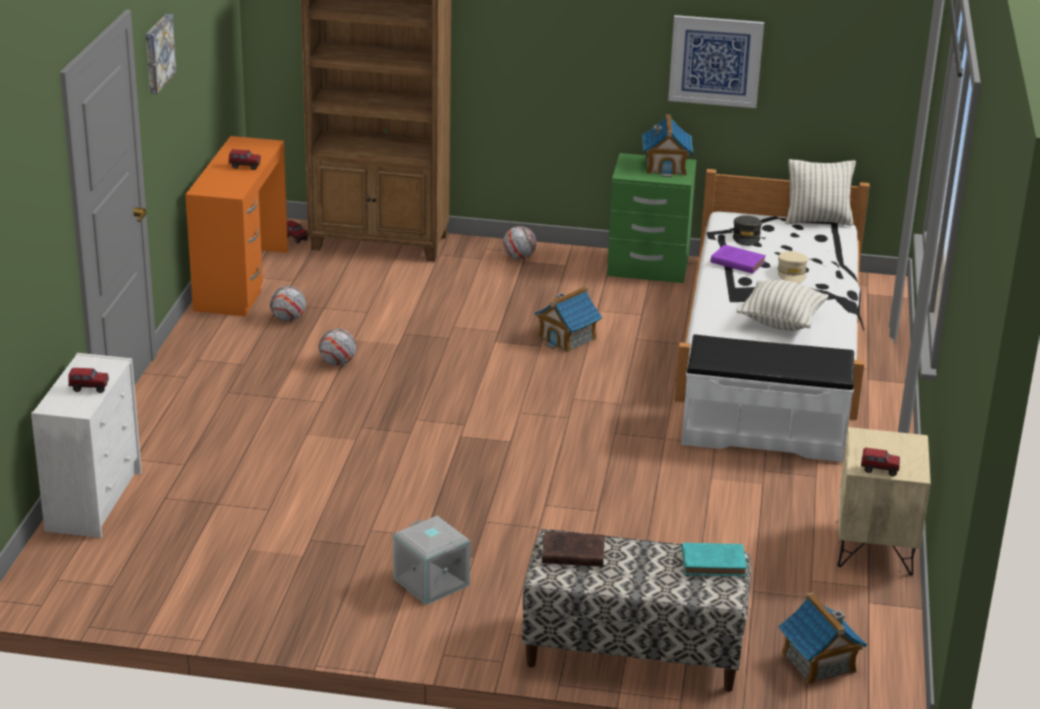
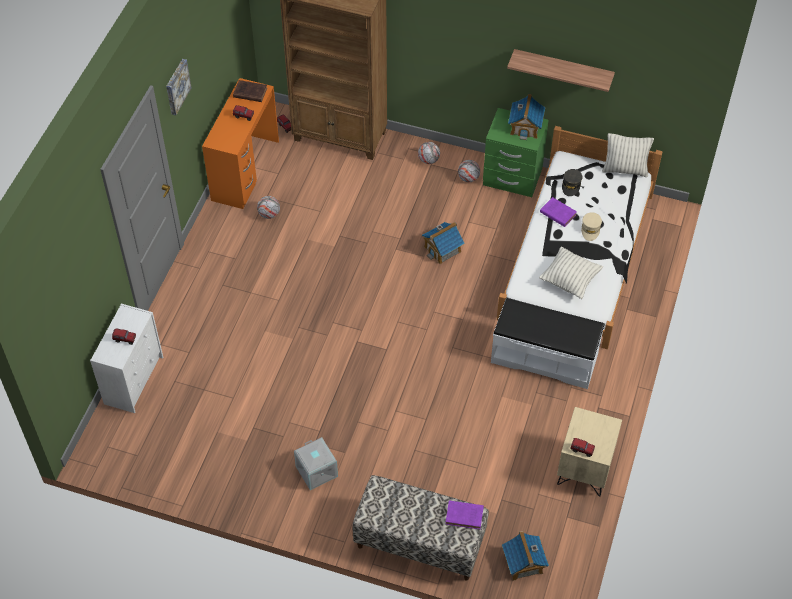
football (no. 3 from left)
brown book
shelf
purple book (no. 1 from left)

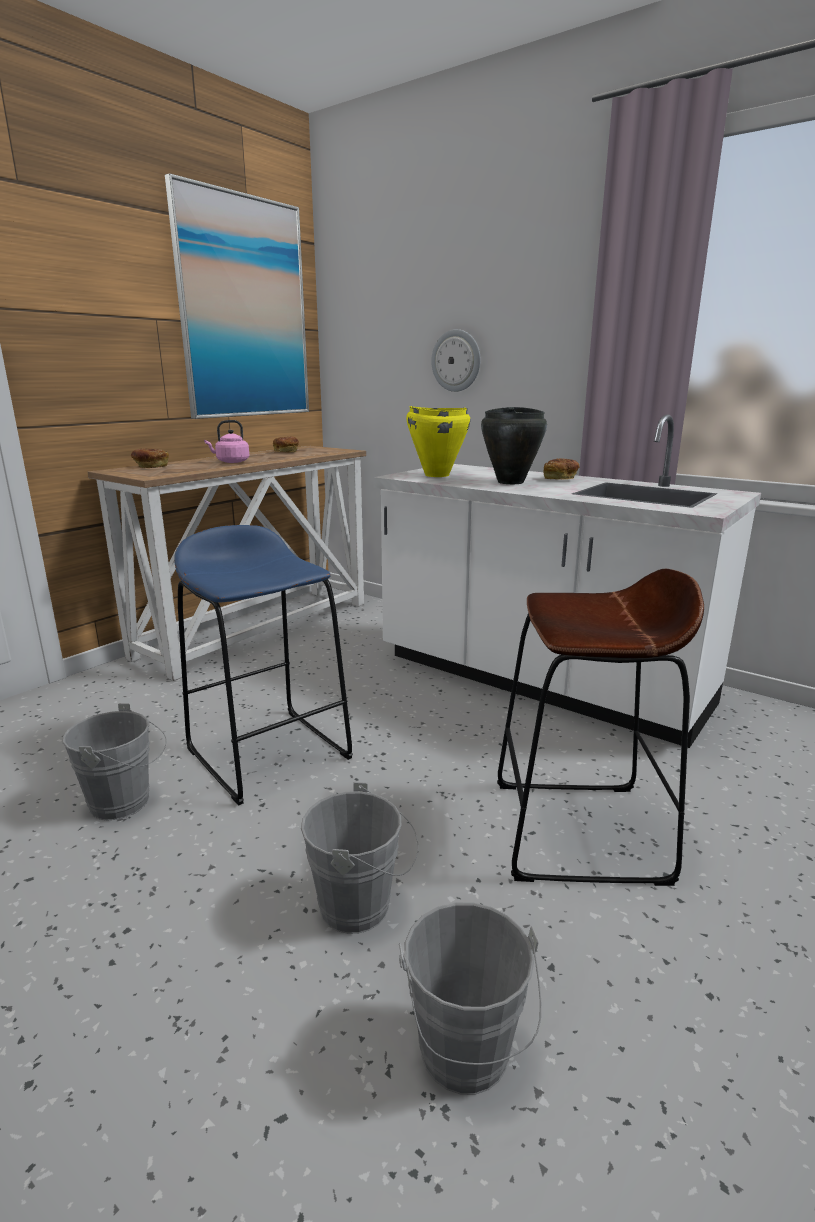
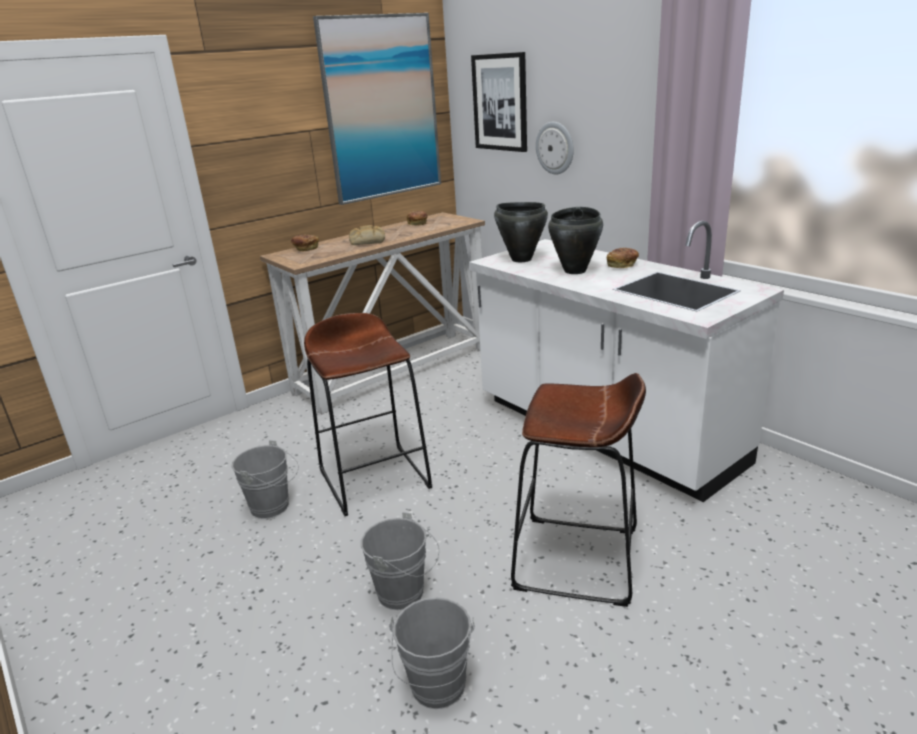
brown stool (no. 1 from left)
bread (no. 2 from left)
black cooking pot (no. 1 from left)
picture (no. 2 from left)

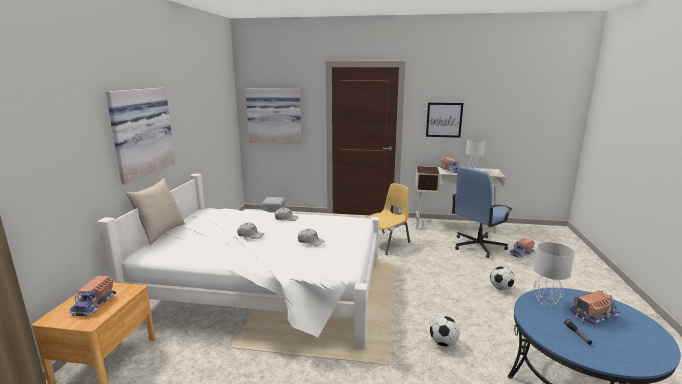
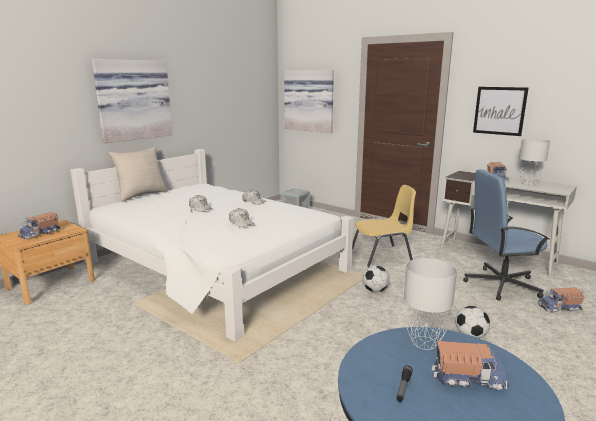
football (no. 1 from left)

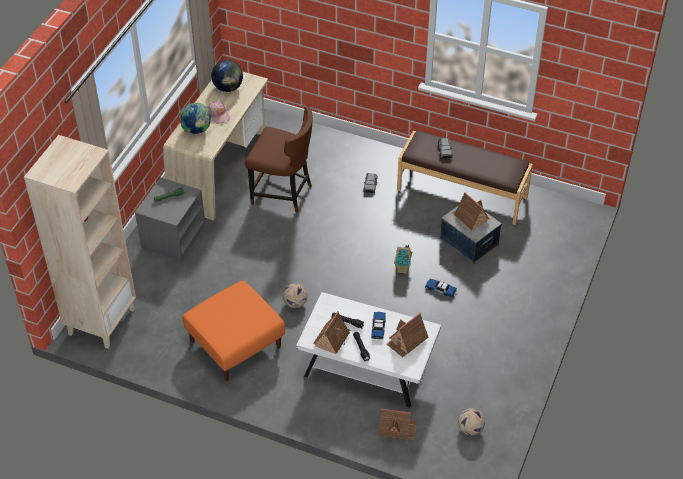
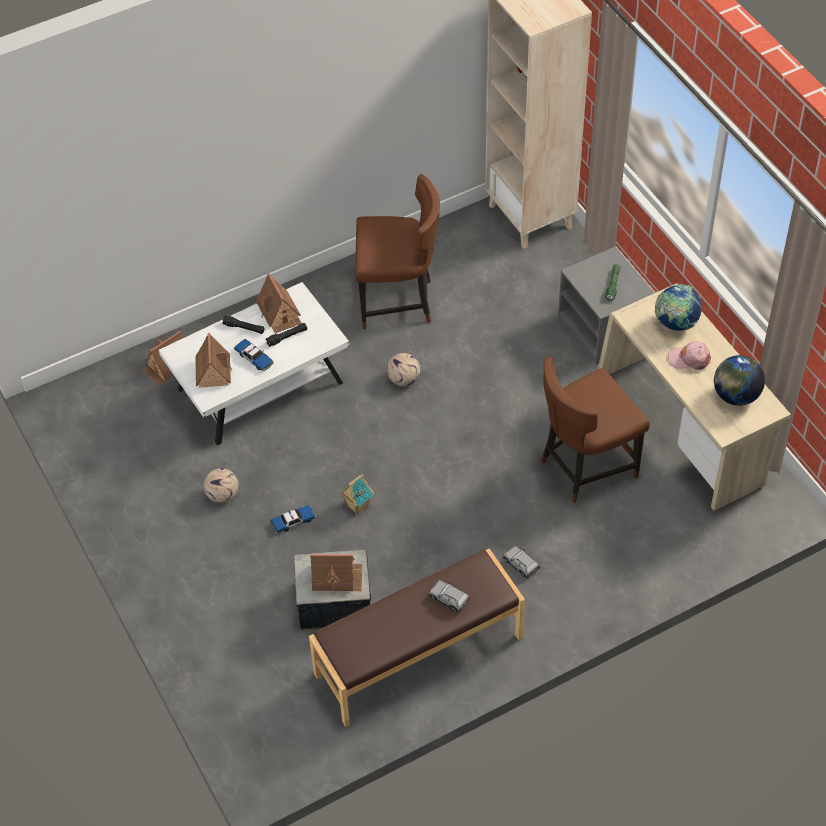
brown chair (no. 1 from left)
football (no. 1 from left)

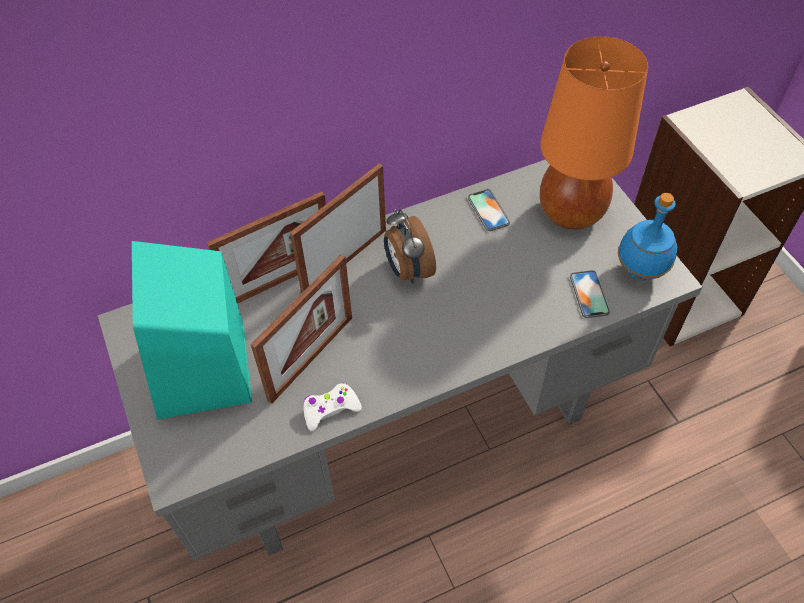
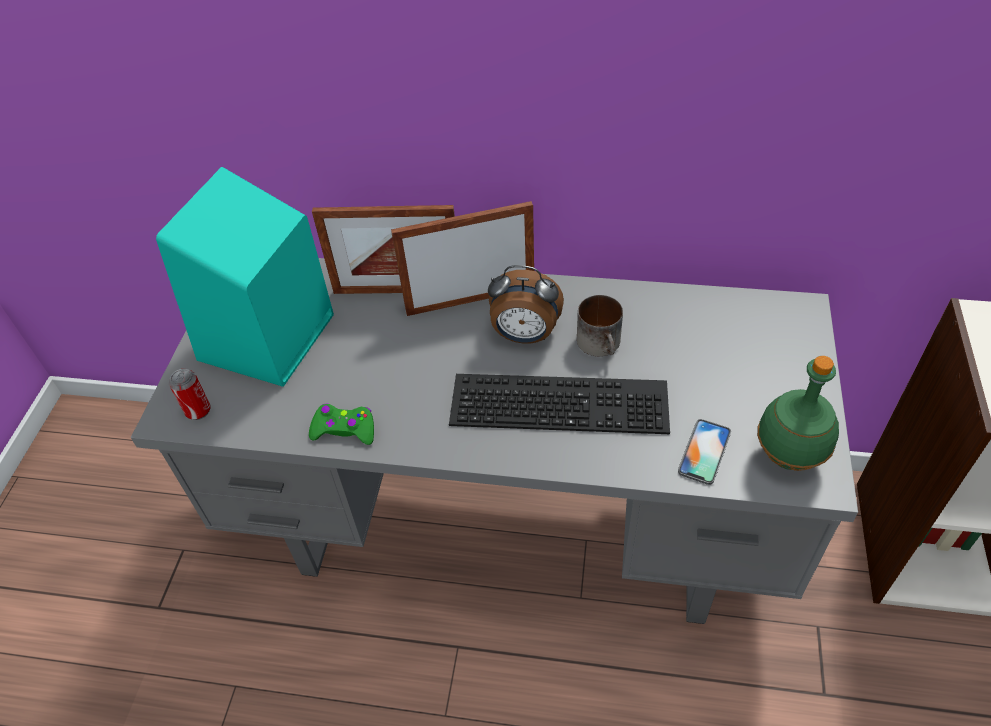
picture frame (no. 2 from left in the first image)
green game controller
alarm clock
phone (no. 1 from left in the first image)
orange table lamp
green bottle
can
keyboard
mug

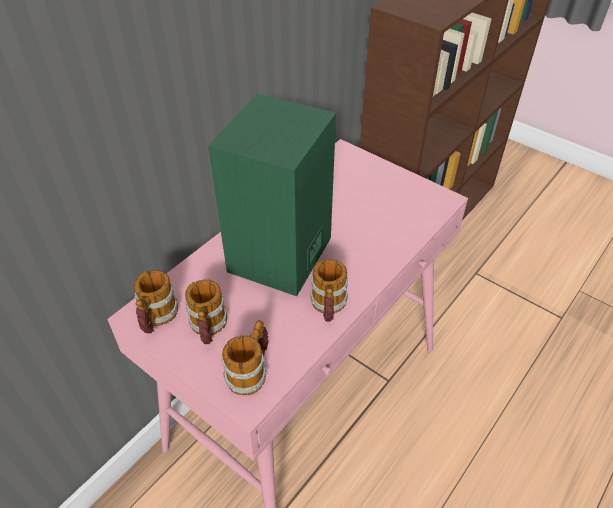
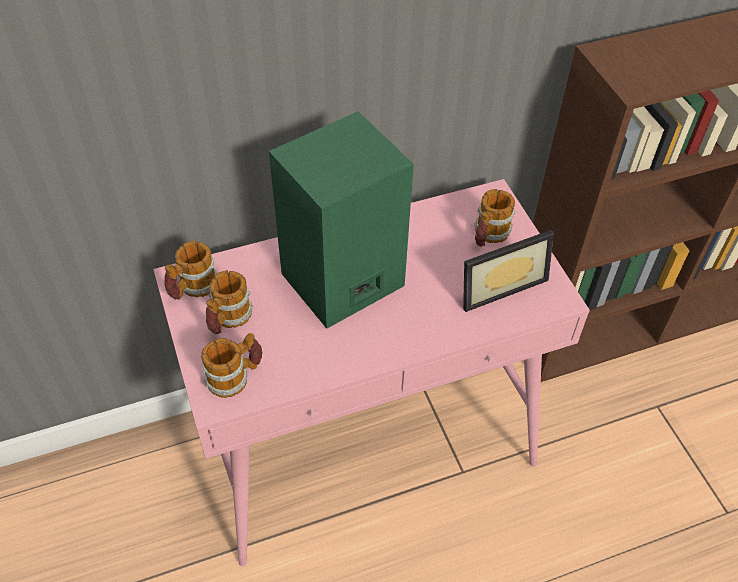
mug (no. 4 from left)
picture frame

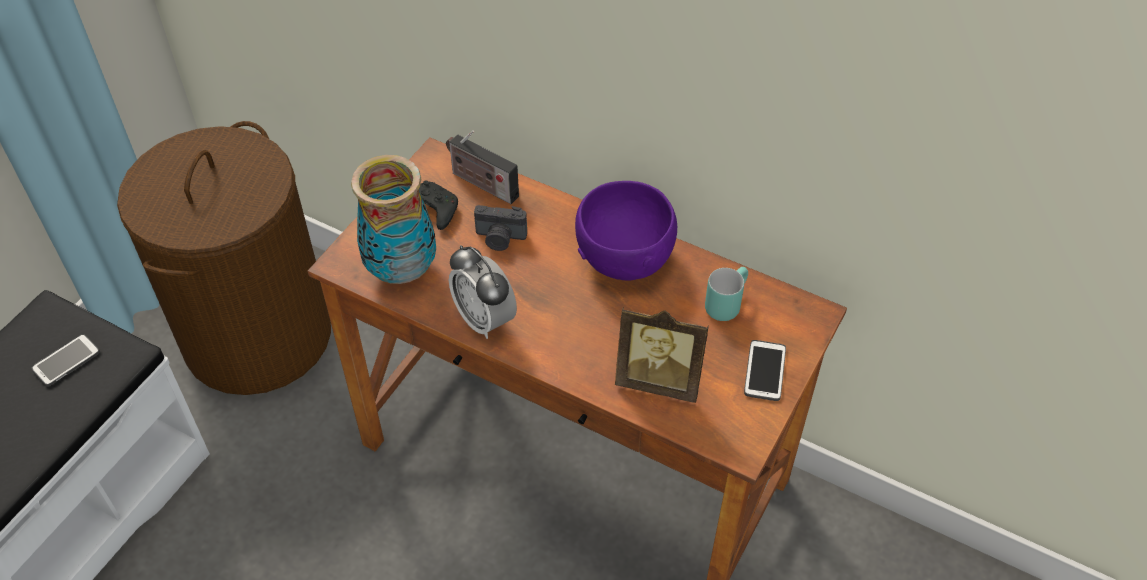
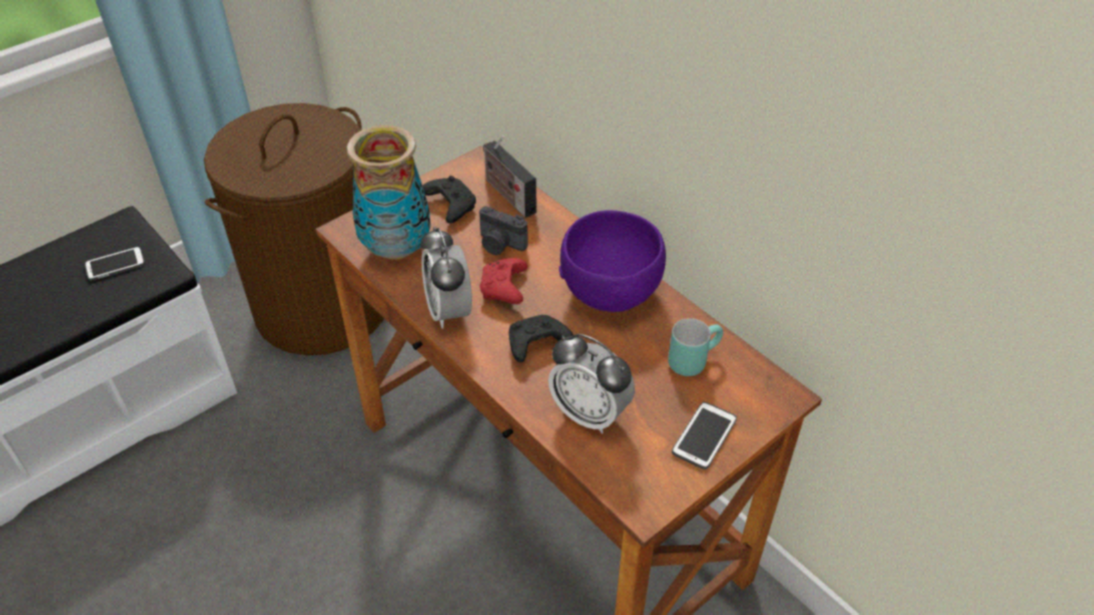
alarm clock (no. 2 from left)
red game controller
black game controller (no. 2 from left)

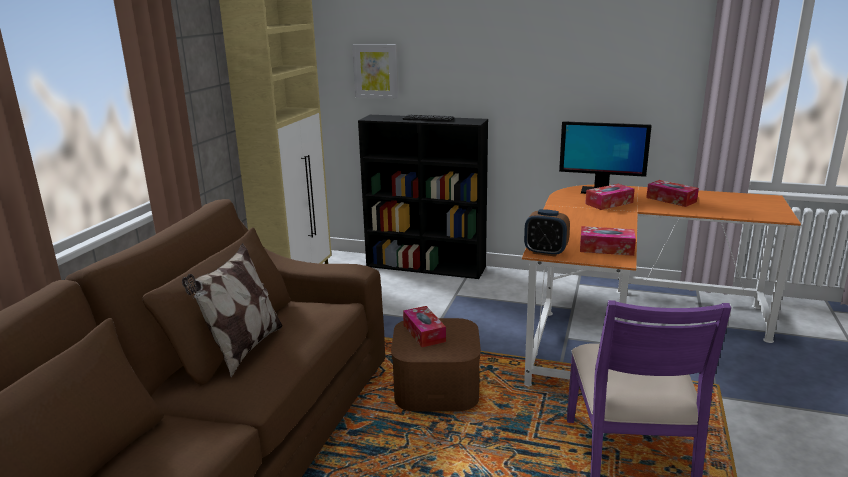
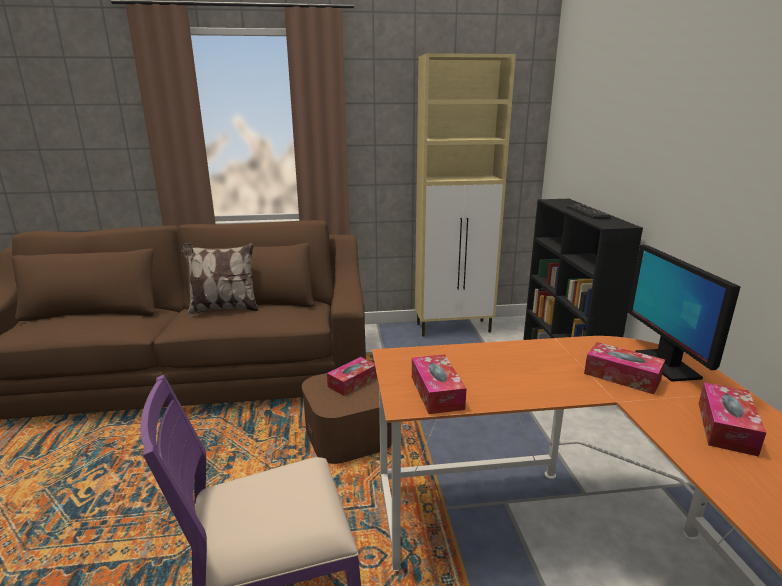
picture
alarm clock

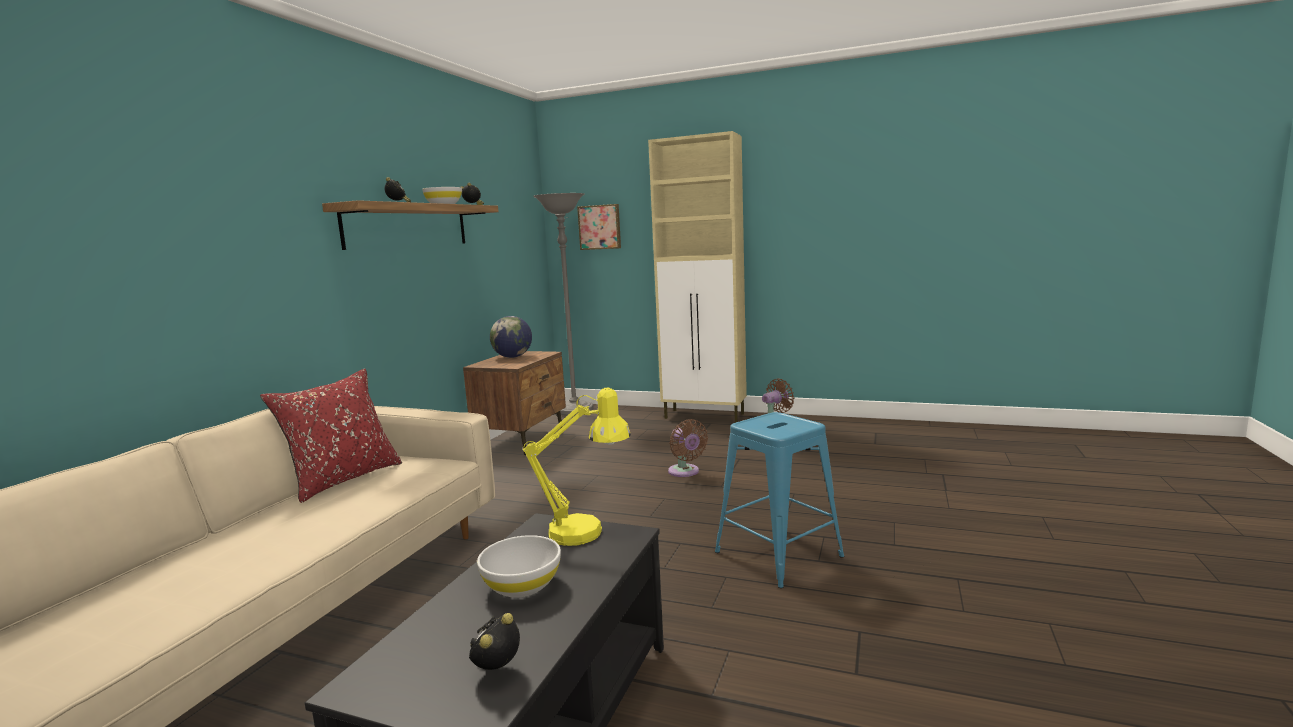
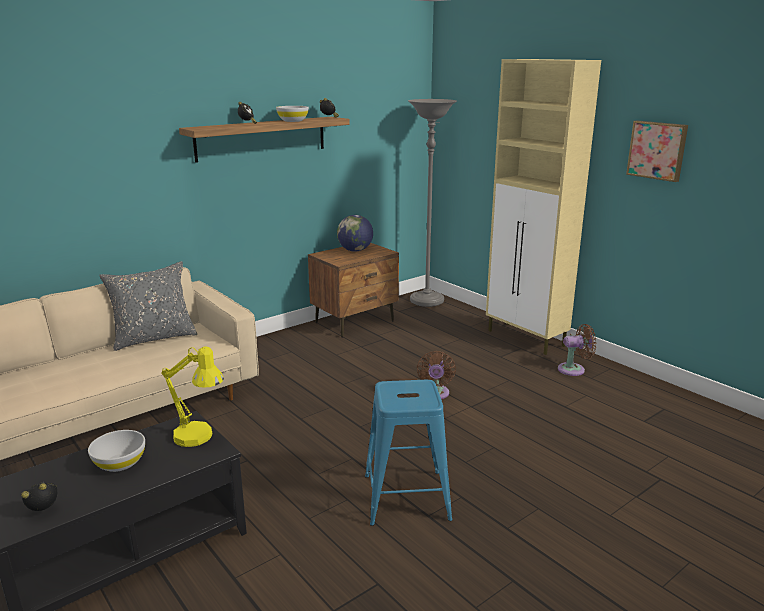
grey pillow
picture

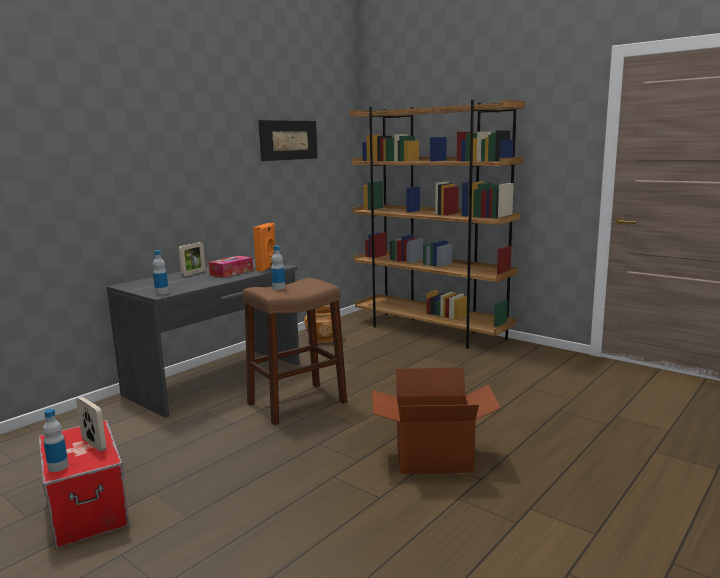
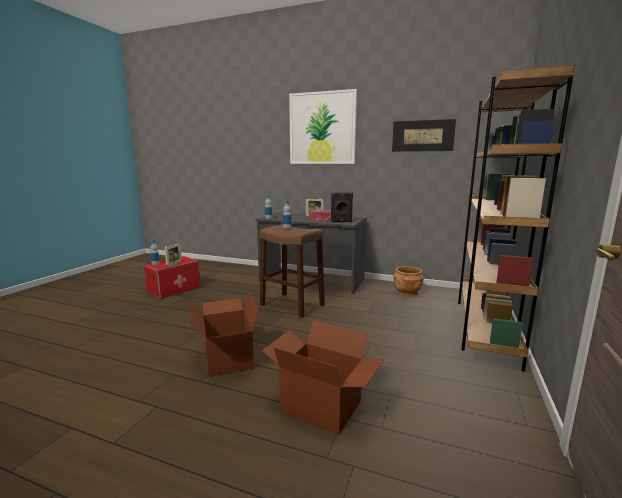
black speaker
cardboard box (no. 2 from left)
picture (no. 1 from left)

